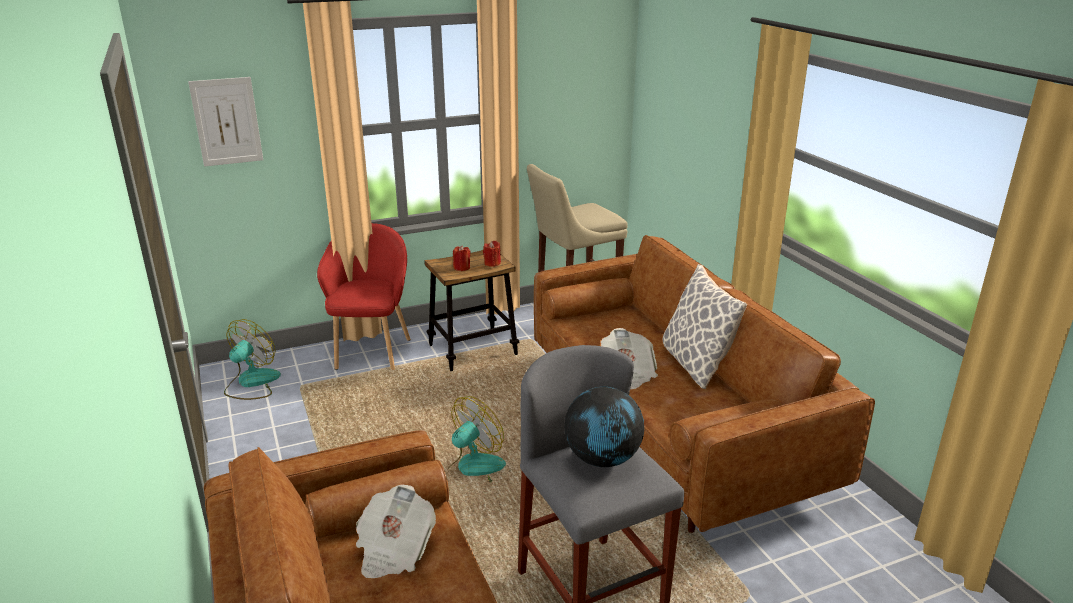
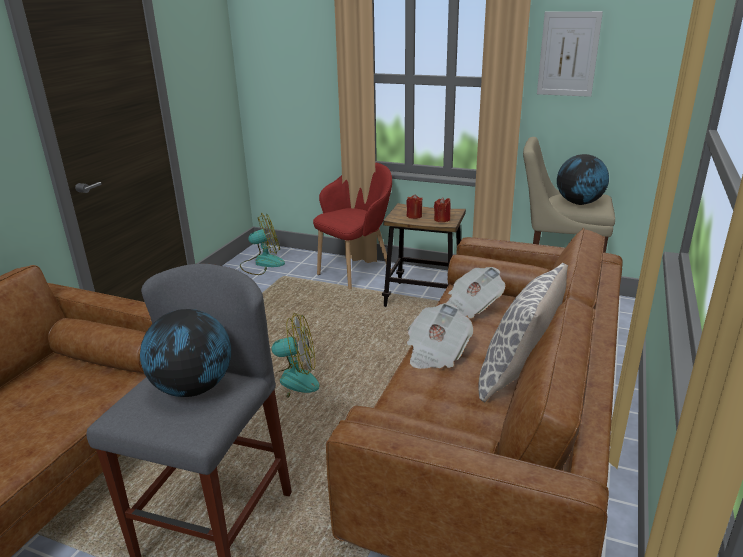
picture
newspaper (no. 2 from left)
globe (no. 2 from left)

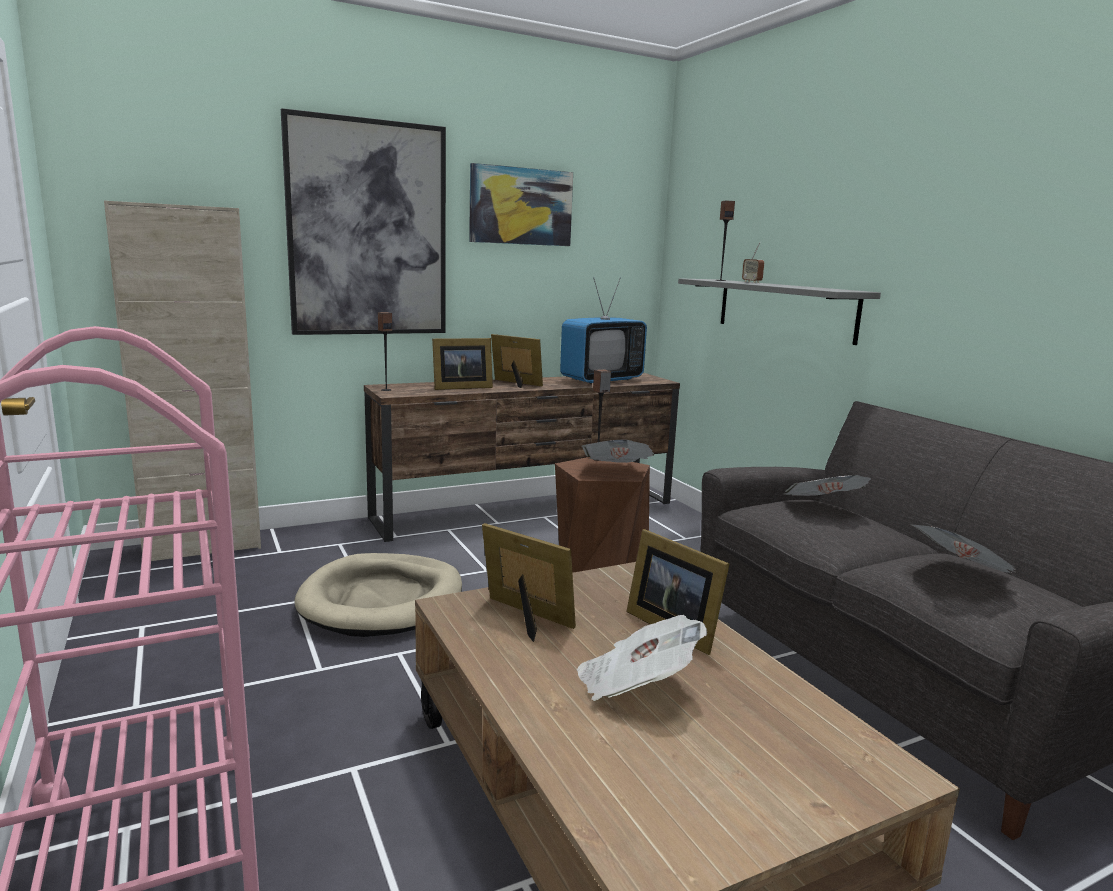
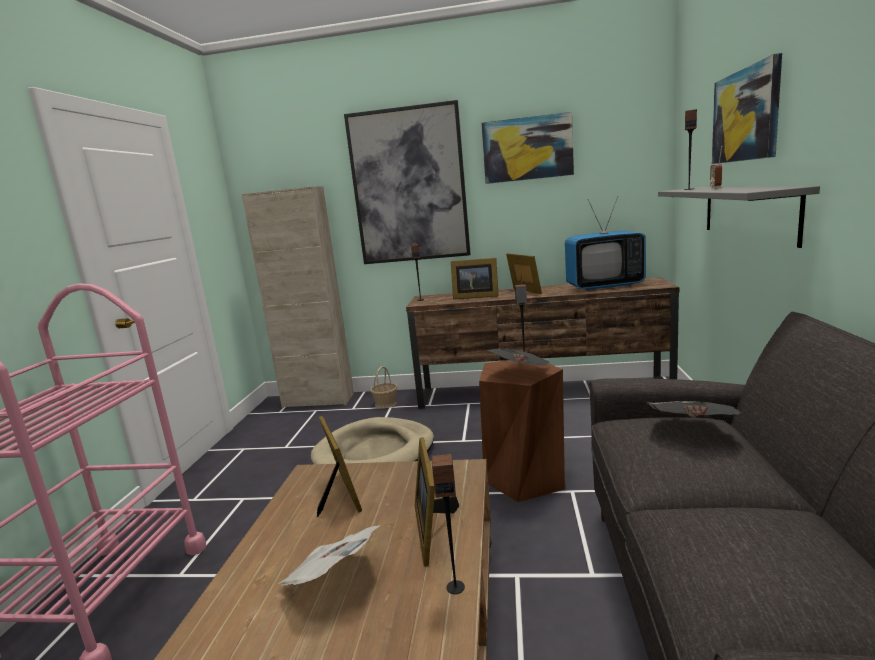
newspaper (no. 4 from left in the first image)
basket
speaker (no. 2 from left)
picture (no. 3 from left)

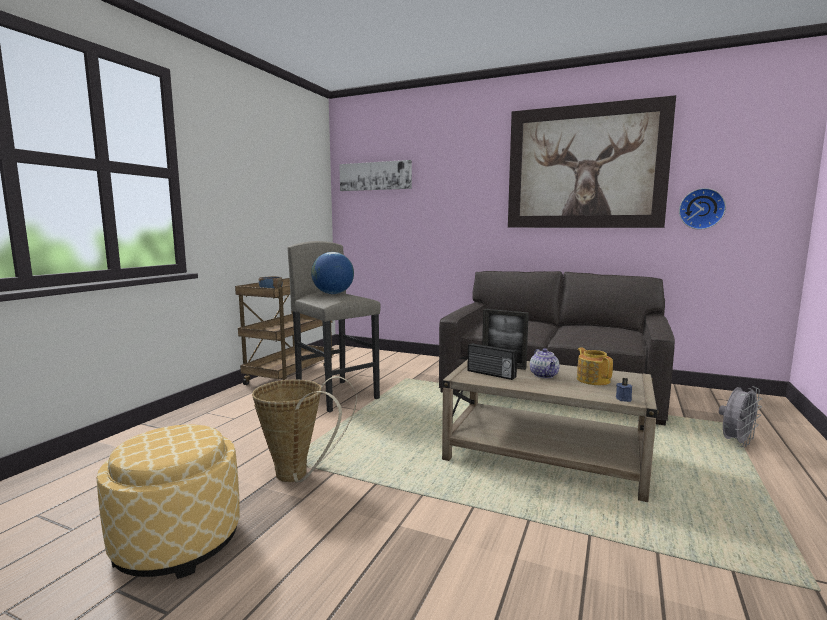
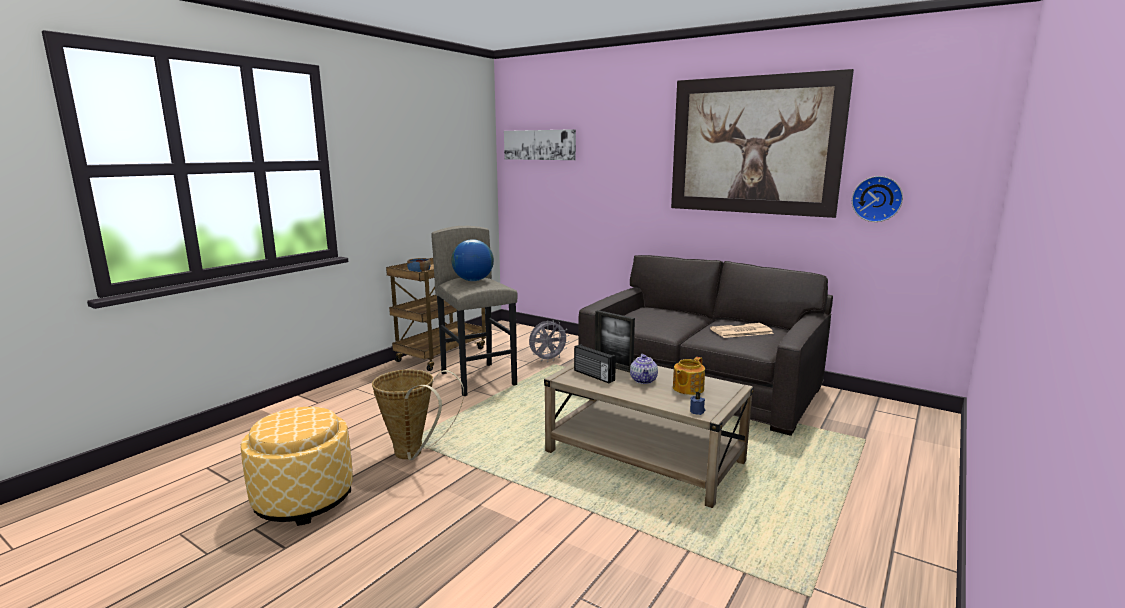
teapot (no. 2 from left)
grey fan
newspaper

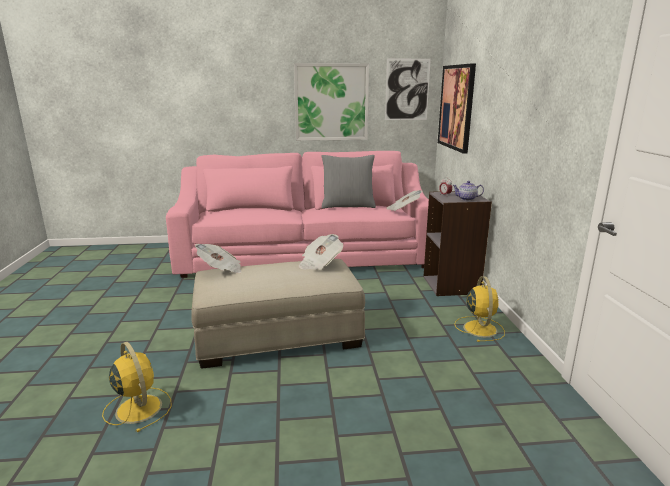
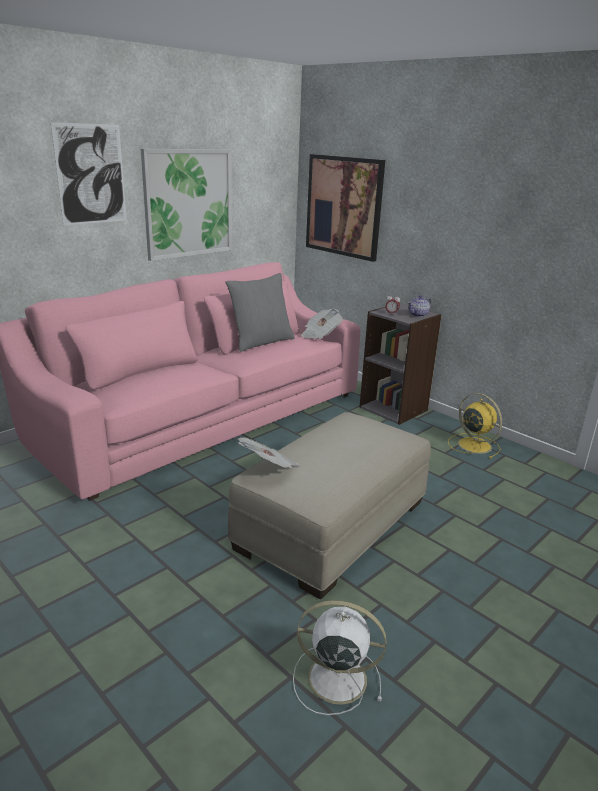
white fan
newspaper (no. 2 from left in the first image)
picture (no. 1 from left)

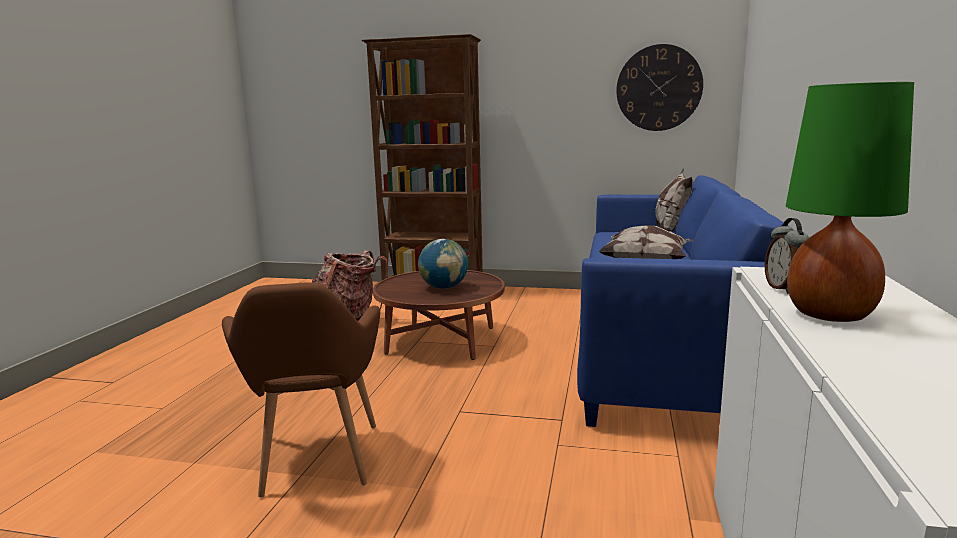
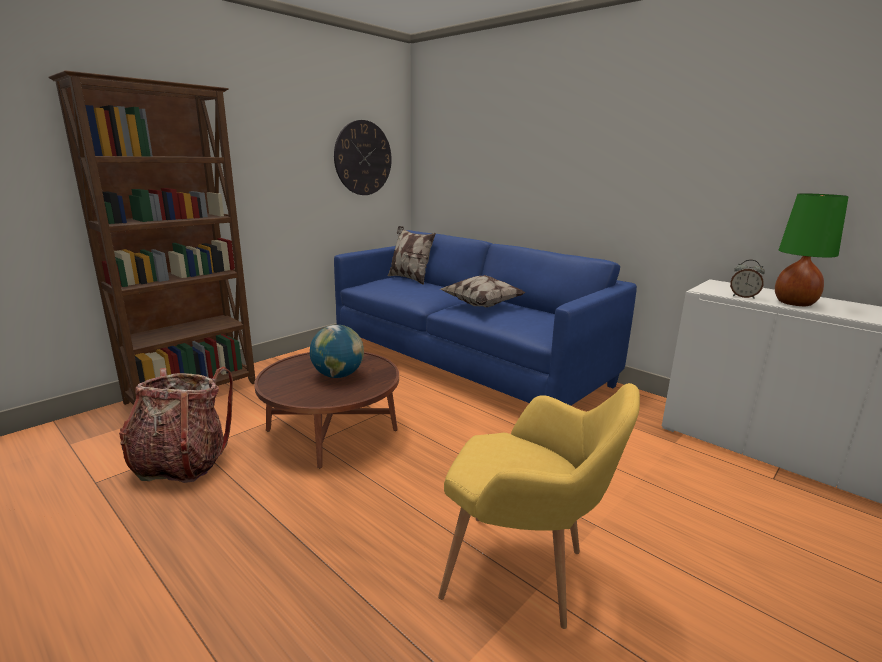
yellow armchair

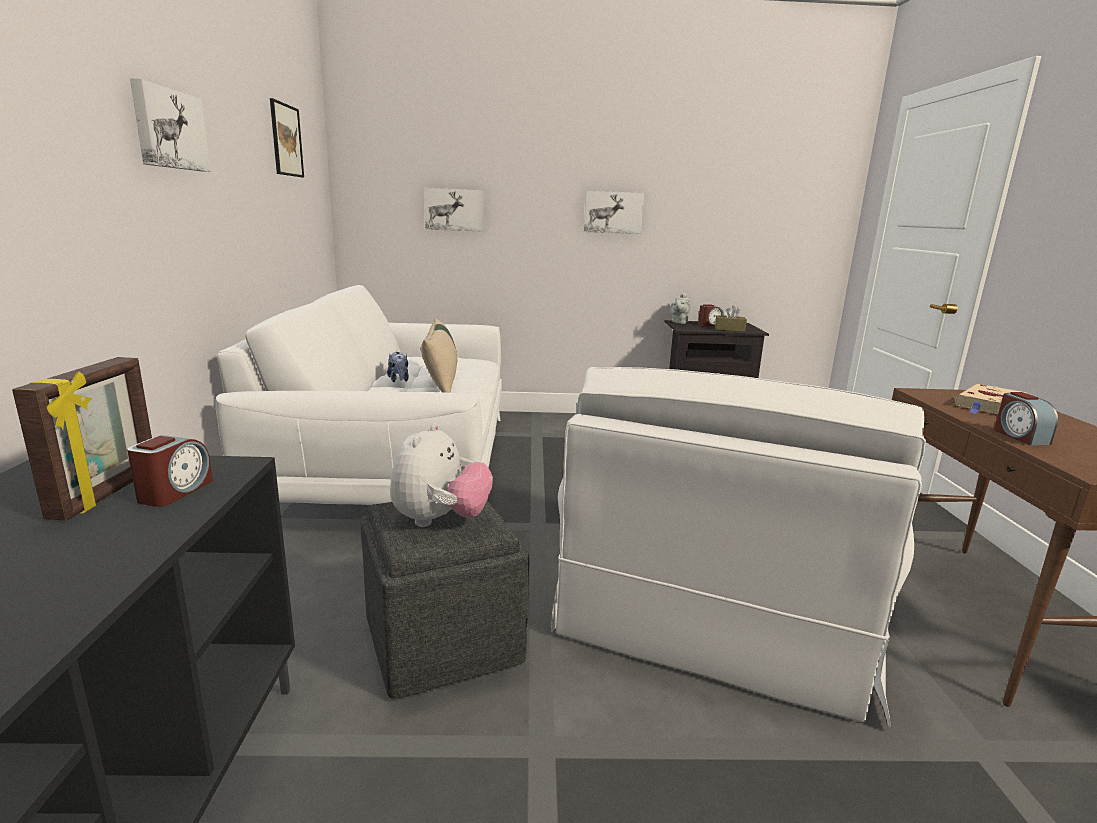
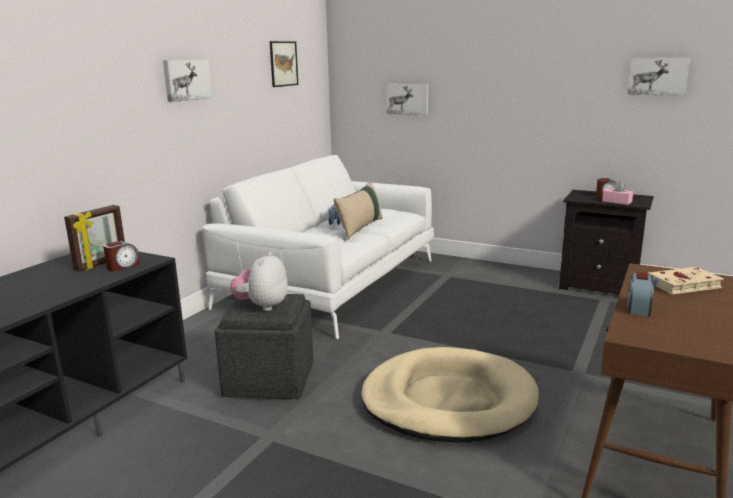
plush toy (no. 1 from left)
beige dog bed
picture (no. 4 from left)
grey teapot
pink tissue box

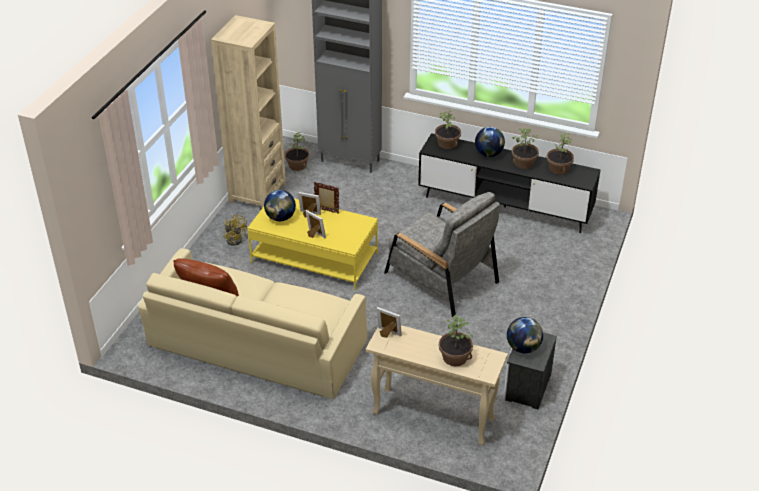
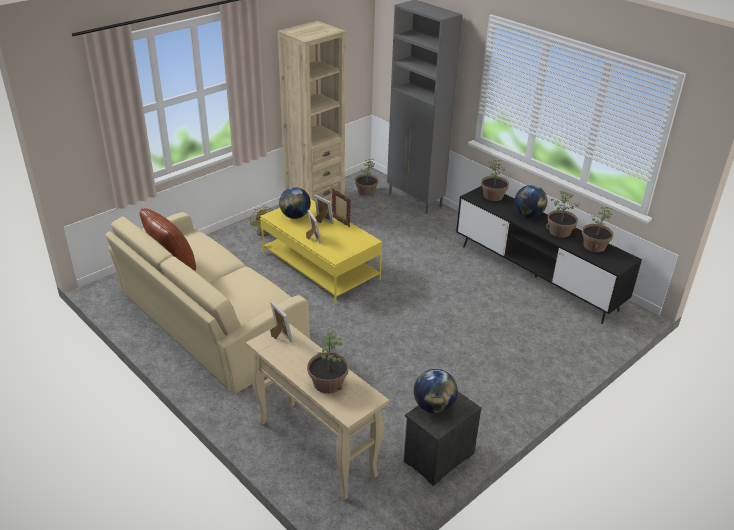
grey armchair

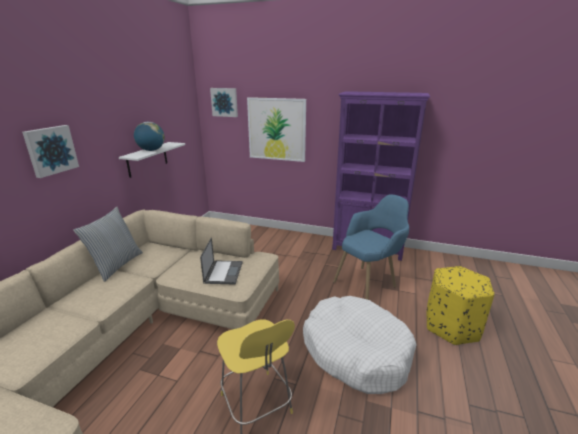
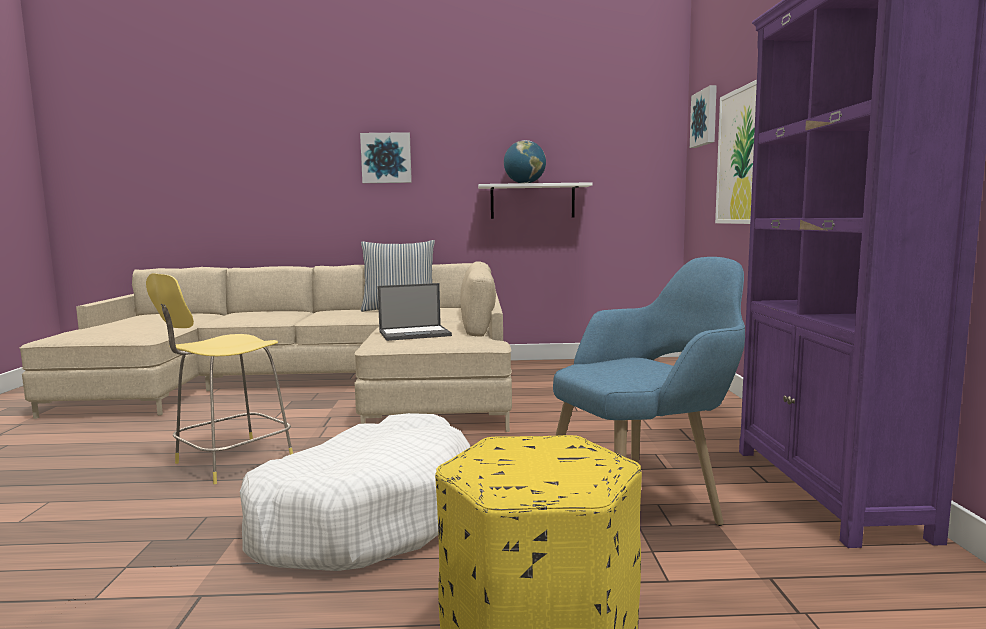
blue armchair

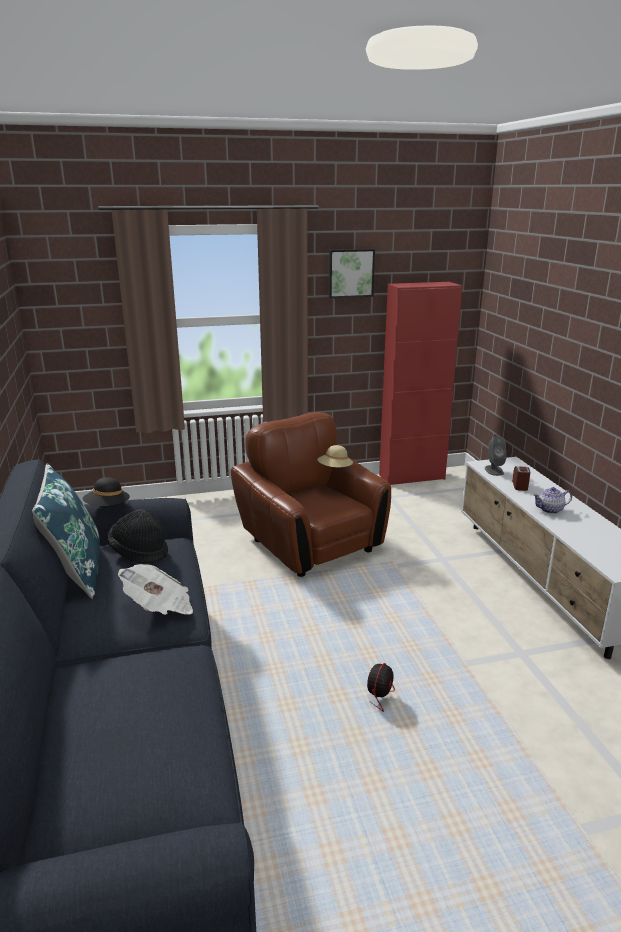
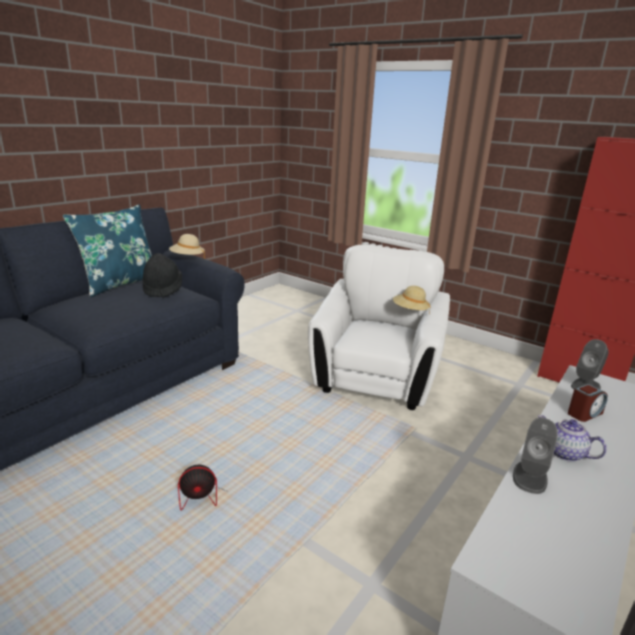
beige hat (no. 1 from left)
newspaper
white armchair
picture
grey speaker (no. 1 from left)

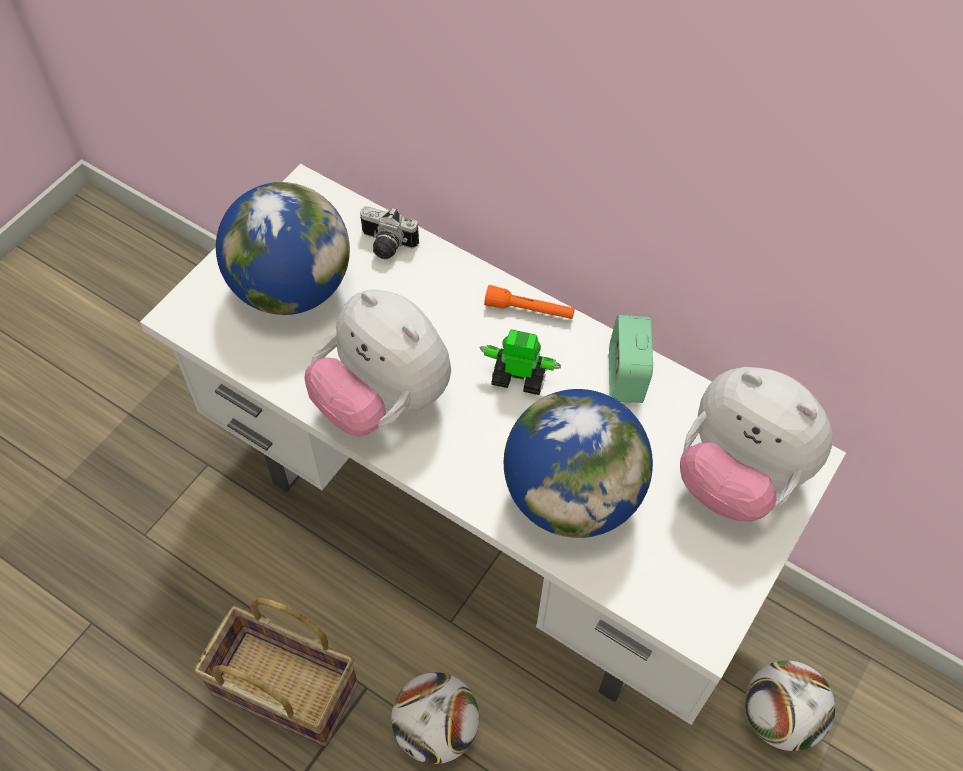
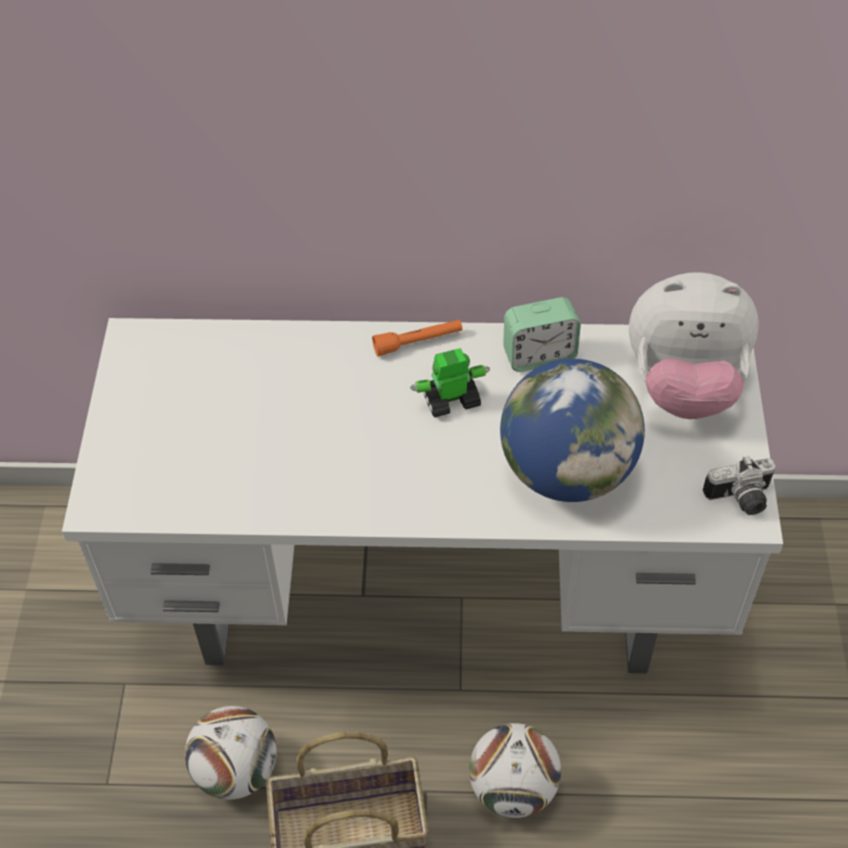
globe (no. 1 from left in the first image)
plush toy (no. 1 from left in the first image)
photo camera
alarm clock
football (no. 1 from left)

